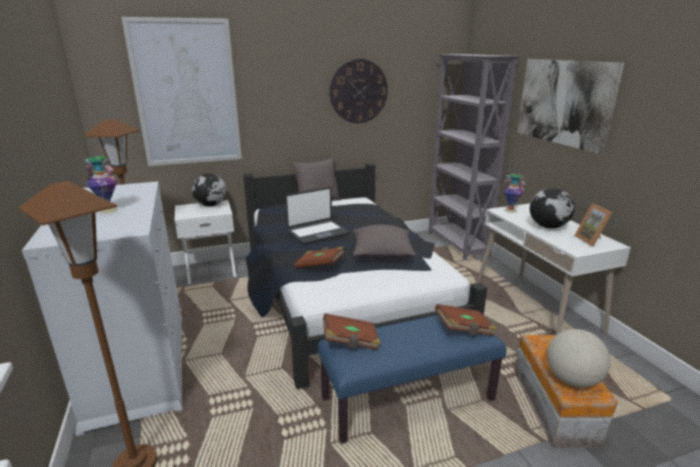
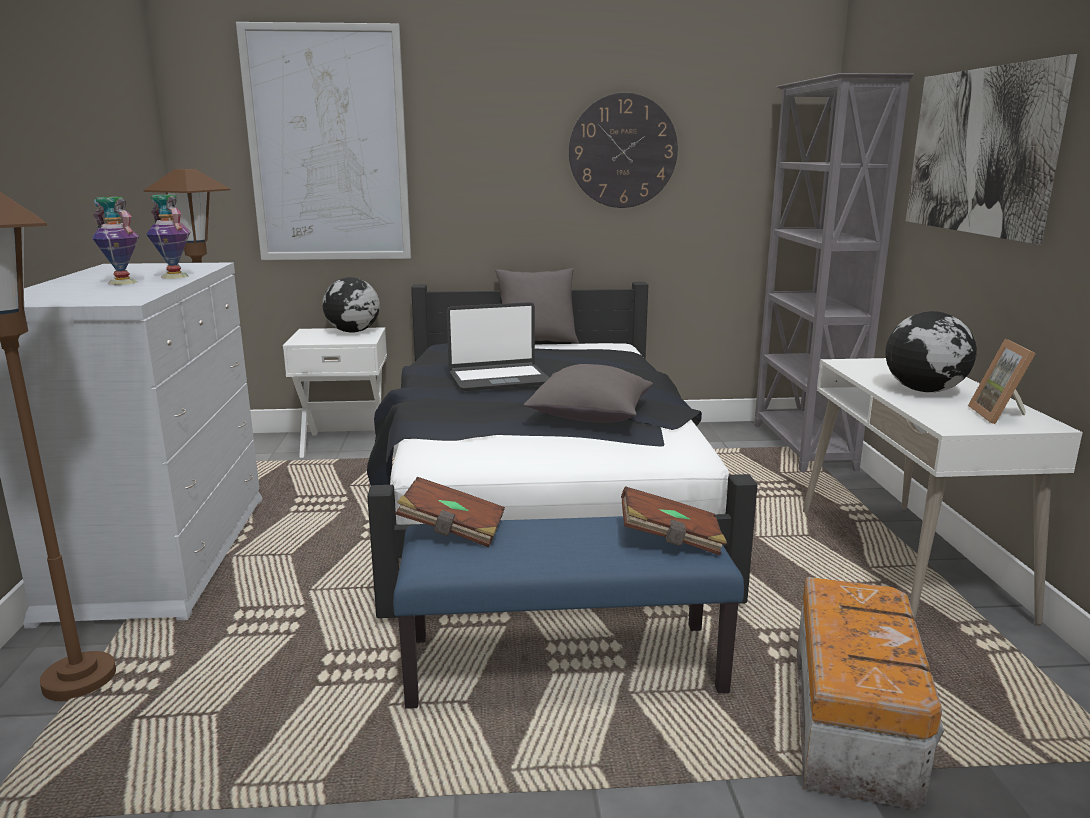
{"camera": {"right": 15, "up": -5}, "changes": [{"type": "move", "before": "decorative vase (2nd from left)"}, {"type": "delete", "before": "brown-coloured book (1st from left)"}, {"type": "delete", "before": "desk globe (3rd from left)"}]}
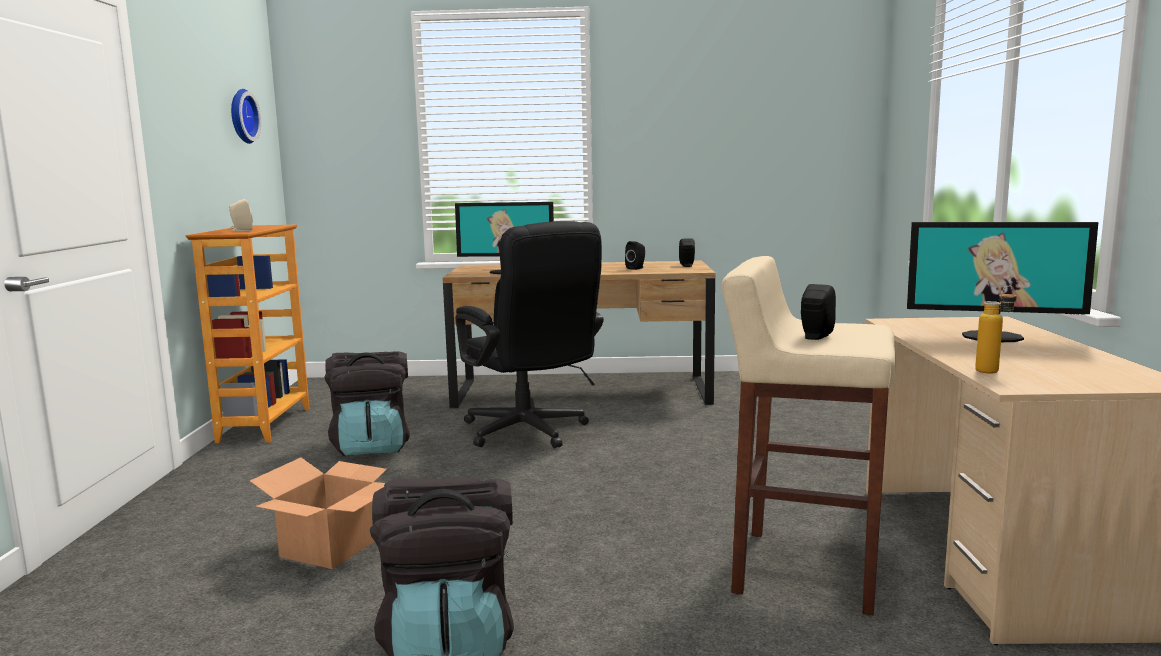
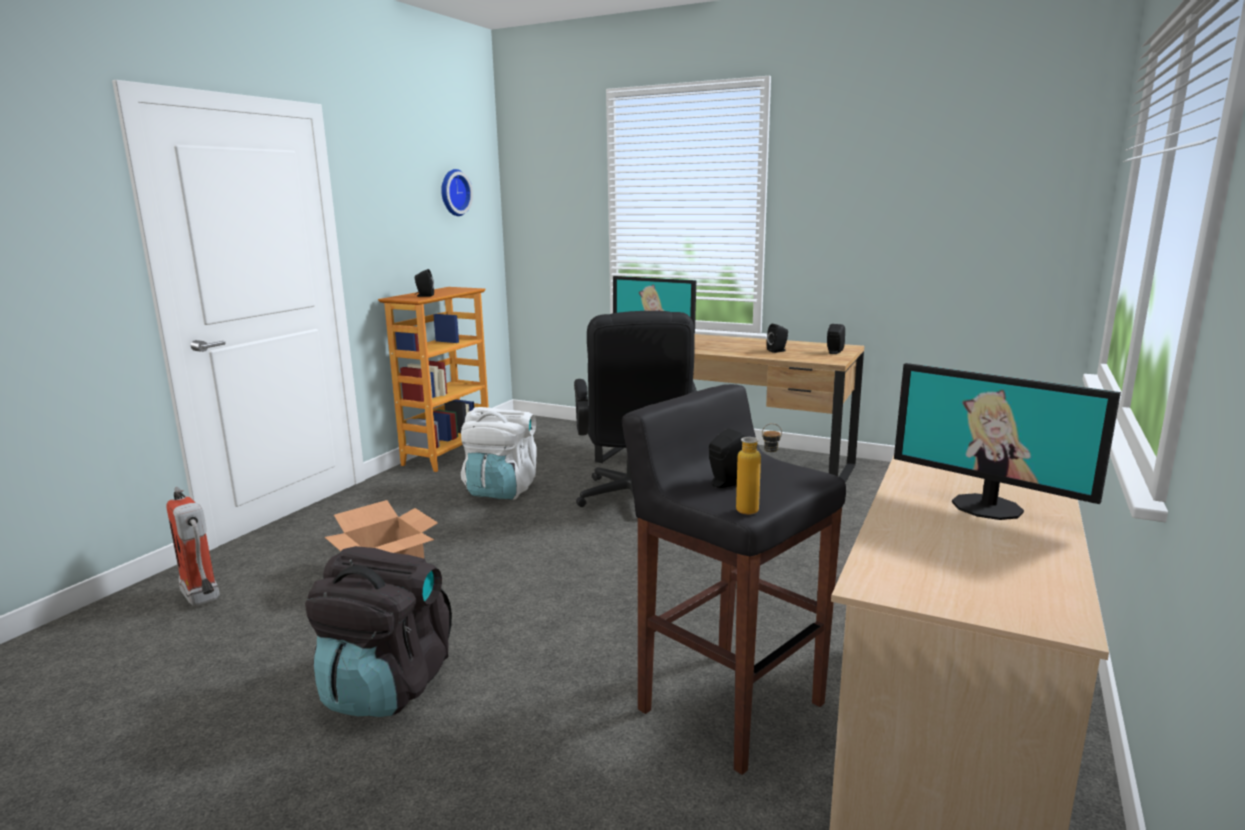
{"camera": {"right": 25, "up": 5}, "changes": [{"type": "insert", "after": "fire extinguisher"}, {"type": "recolor", "before": "sand-coloured speaker", "after": "black speaker (1st from left)"}, {"type": "recolor", "before": "black knapsack (1st from left)", "after": "white knapsack"}, {"type": "recolor", "before": "sand-coloured stool seat", "after": "black stool seat"}, {"type": "move", "before": "bottle"}]}
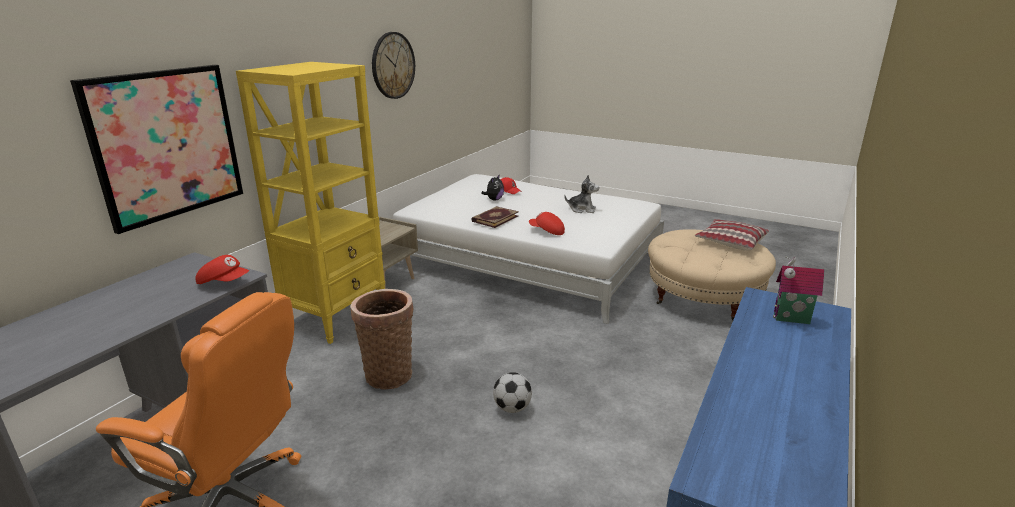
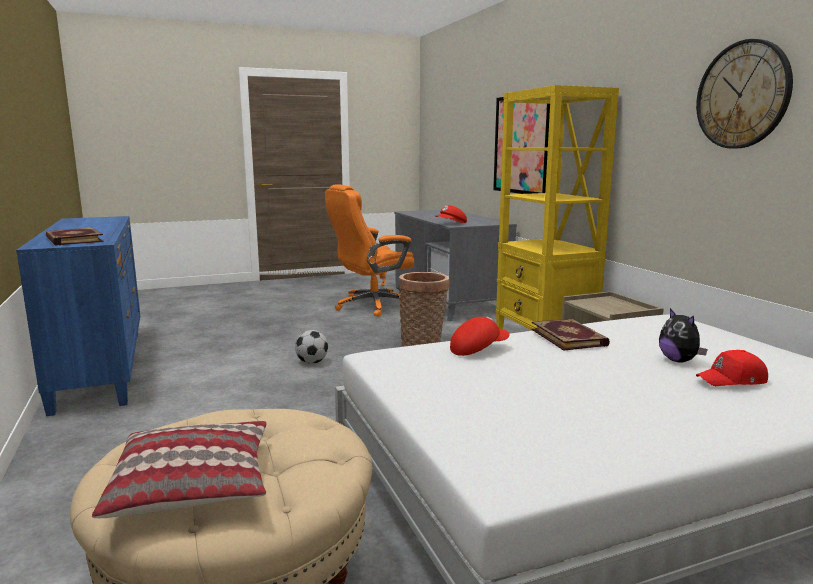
{"camera": {"right": 130, "up": -10}, "changes": [{"type": "replace", "before": "toy house", "after": "book (1st from left)"}, {"type": "delete", "before": "soft toy (2nd from left)"}]}
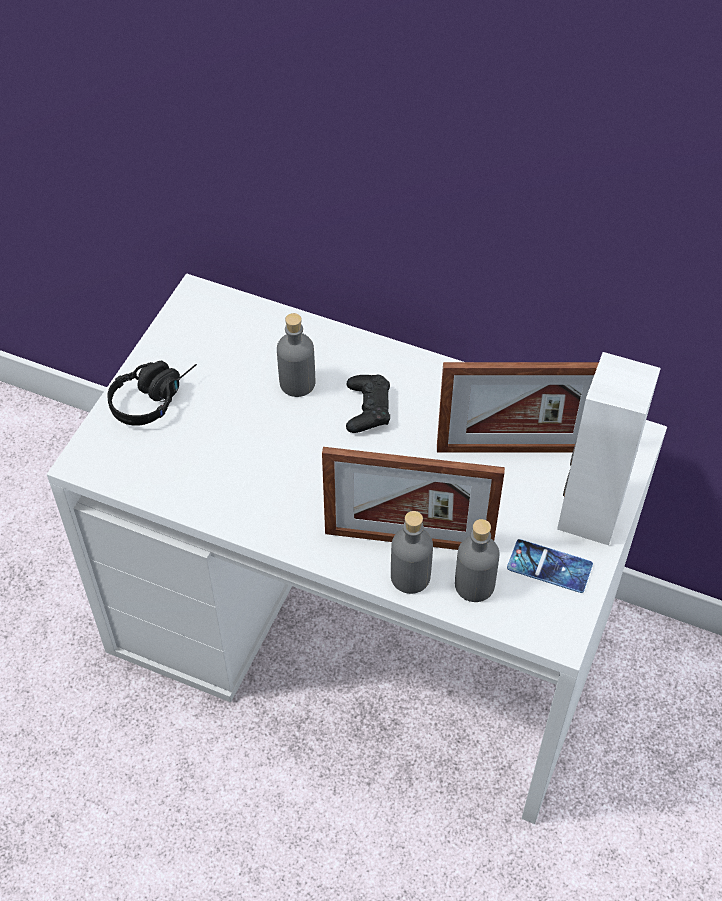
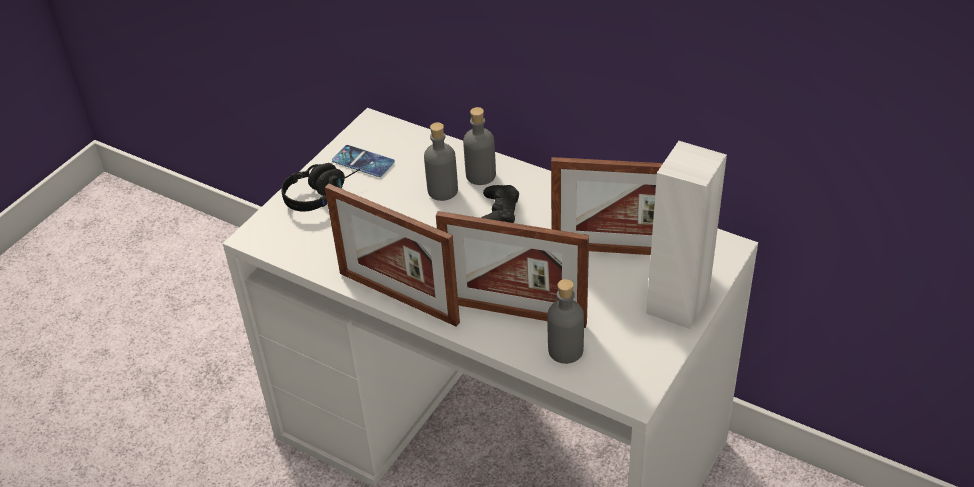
{"camera": {"right": 10, "up": -10}, "changes": [{"type": "insert", "after": "picture frame (1st from left)"}, {"type": "move", "before": "handset"}, {"type": "move", "before": "grey bottle (2nd from left)"}]}
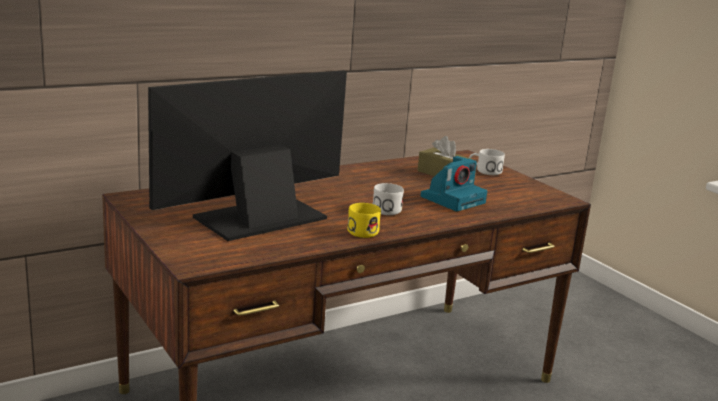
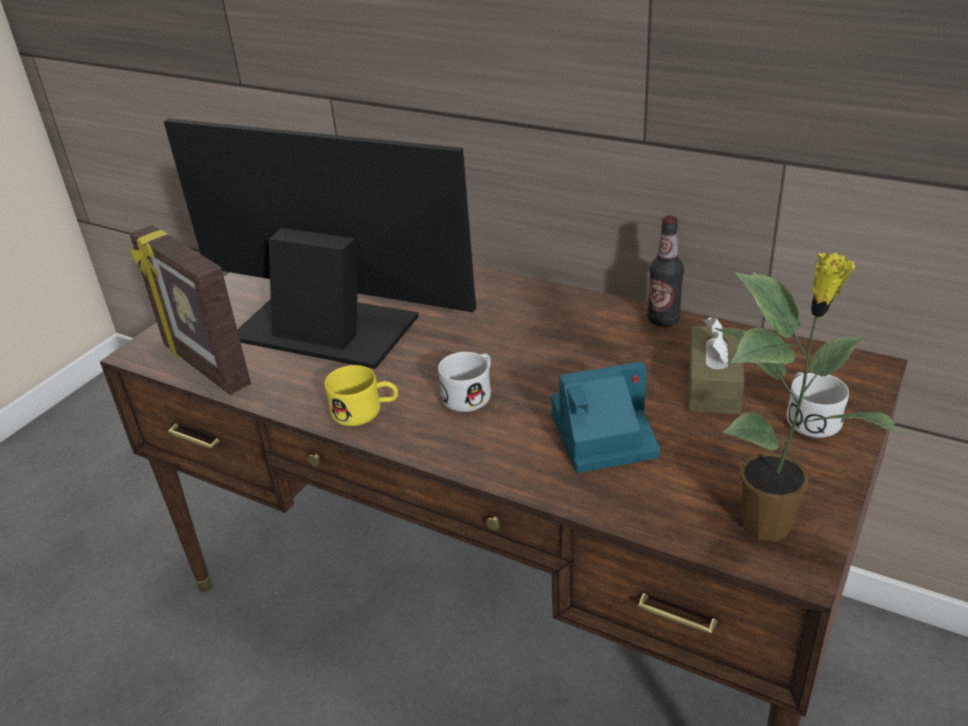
{"camera": {"right": 65, "up": 15}, "changes": [{"type": "insert", "after": "picture frame"}, {"type": "rotate", "before": "photo camera", "turn": 150}, {"type": "insert", "after": "bottle"}, {"type": "insert", "after": "plant in a pot"}]}
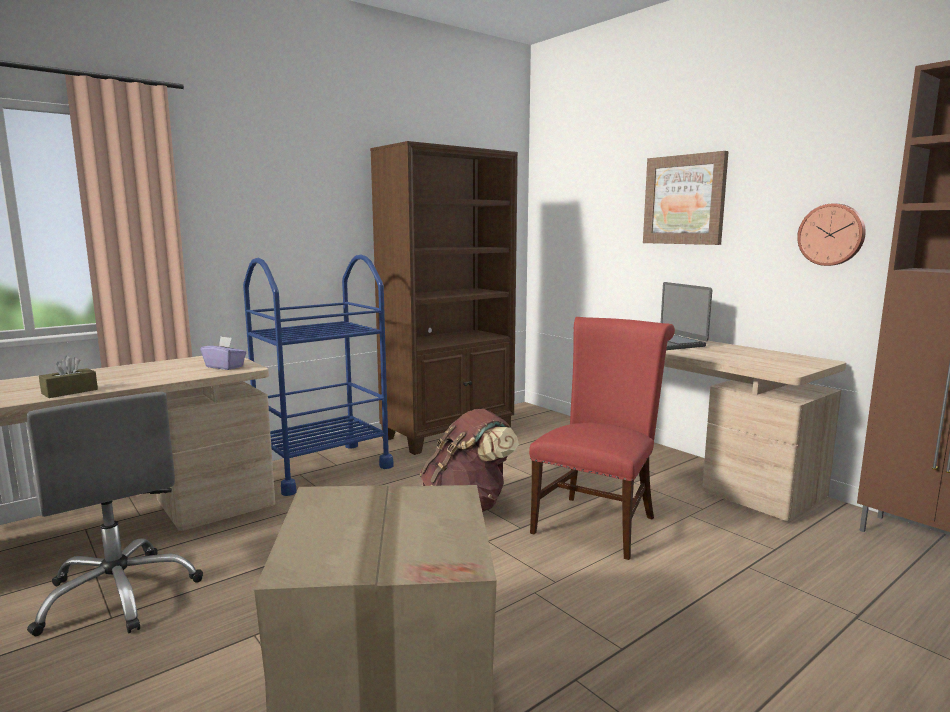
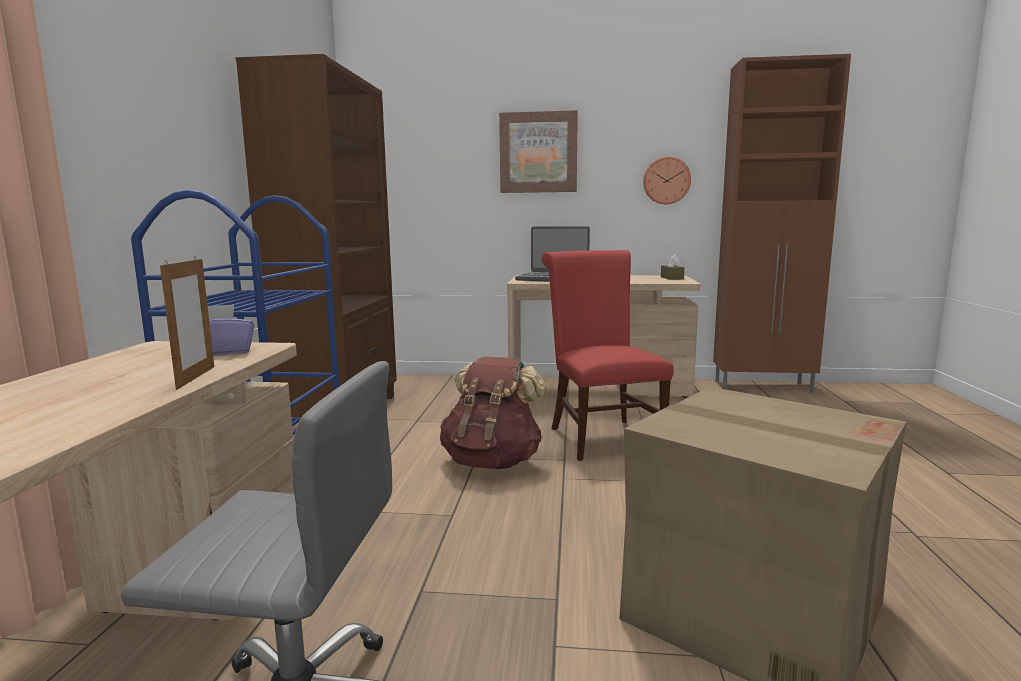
{"camera": {"right": -45, "up": 0}, "changes": [{"type": "insert", "after": "picture frame"}, {"type": "move", "before": "brown-coloured box of tissues"}]}
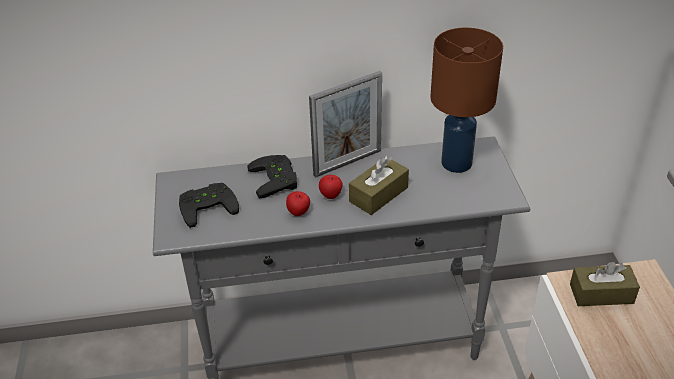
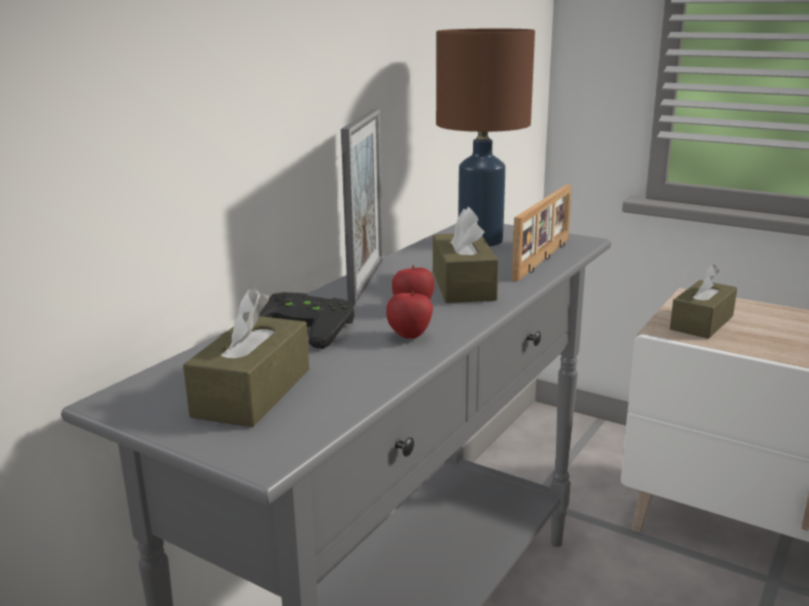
{"camera": {"right": -50, "up": -20}, "changes": [{"type": "replace", "before": "black joypad (1st from left)", "after": "brown-coloured box of tissues (1st from left)"}, {"type": "insert", "after": "picture frame (2nd from left)"}]}
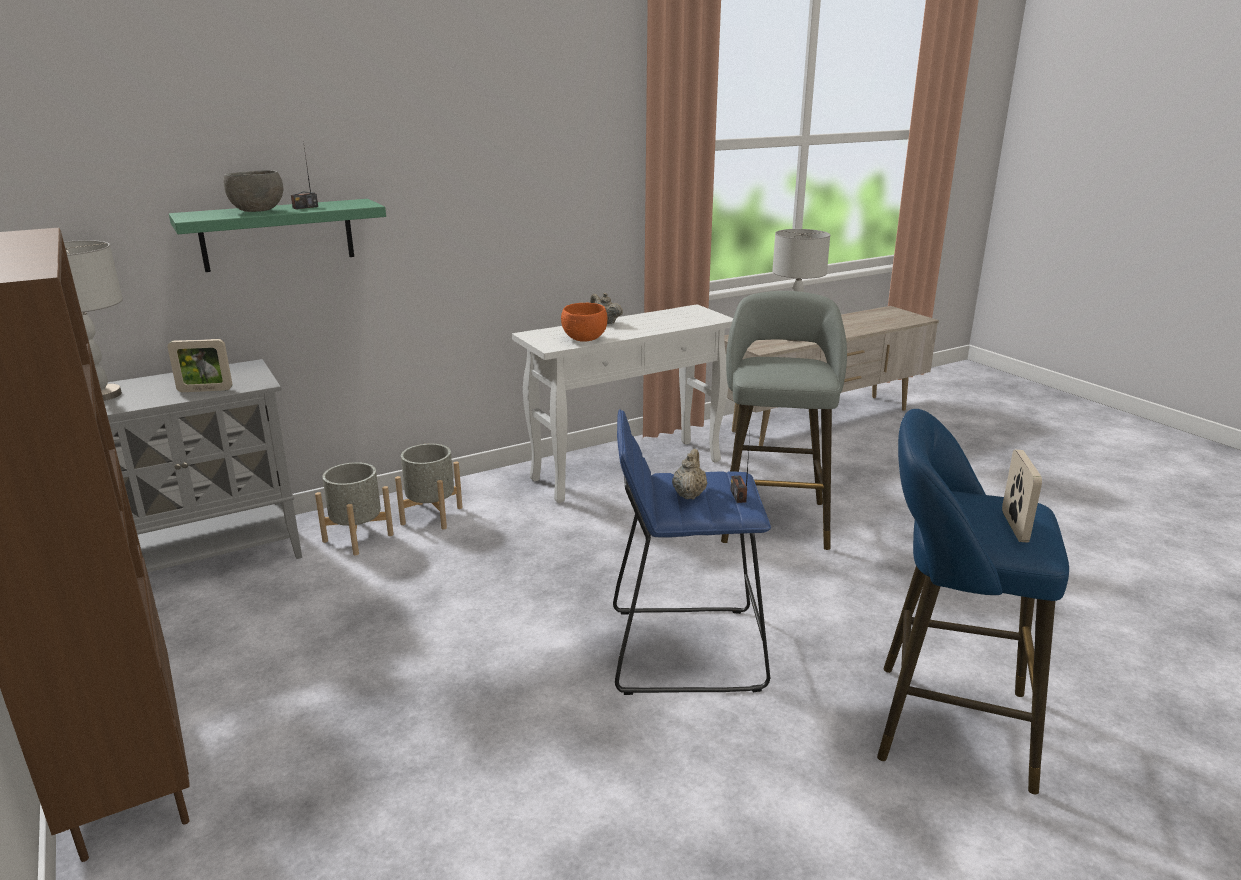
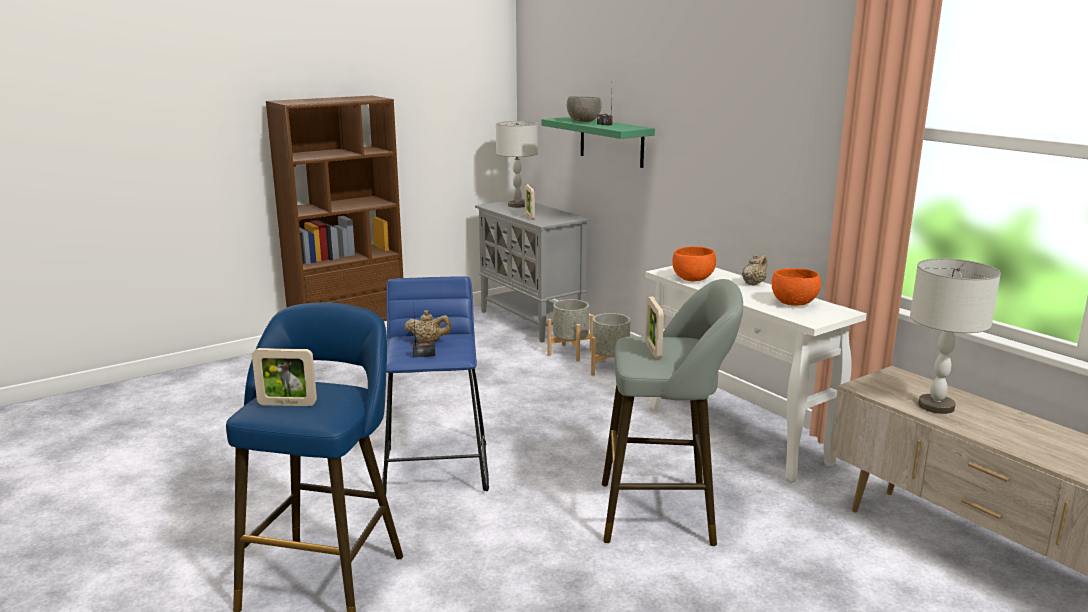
{"camera": {"right": 85, "up": -5}, "changes": [{"type": "insert", "after": "picture frame (3rd from left)"}, {"type": "insert", "after": "orange-coloured deep dish (2nd from left)"}]}
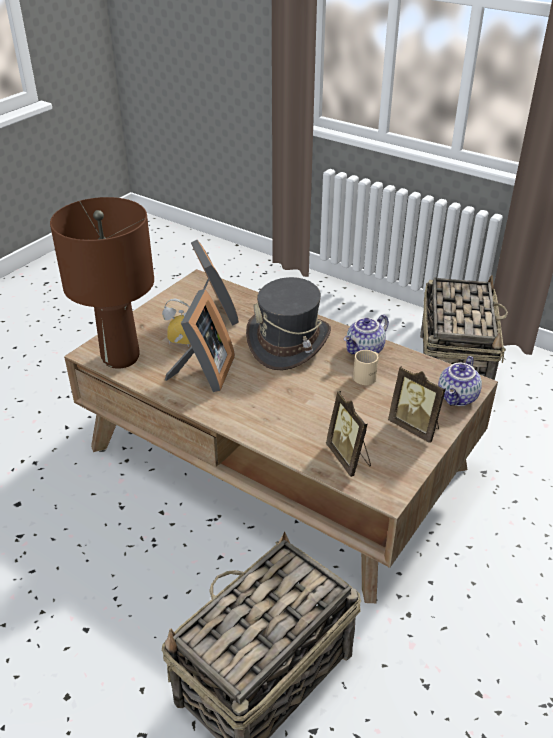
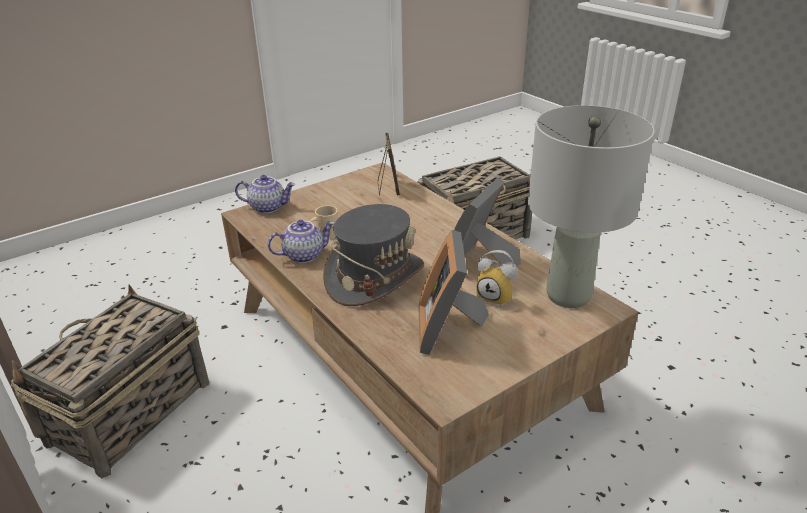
{"camera": {"right": -160, "up": -5}, "changes": [{"type": "rotate", "before": "tea pot (2nd from left in the first image)", "turn": 45}, {"type": "recolor", "before": "brown-coloured lamp for a table", "after": "grey lamp for a table"}, {"type": "delete", "before": "picture frame (4th from left)"}]}
